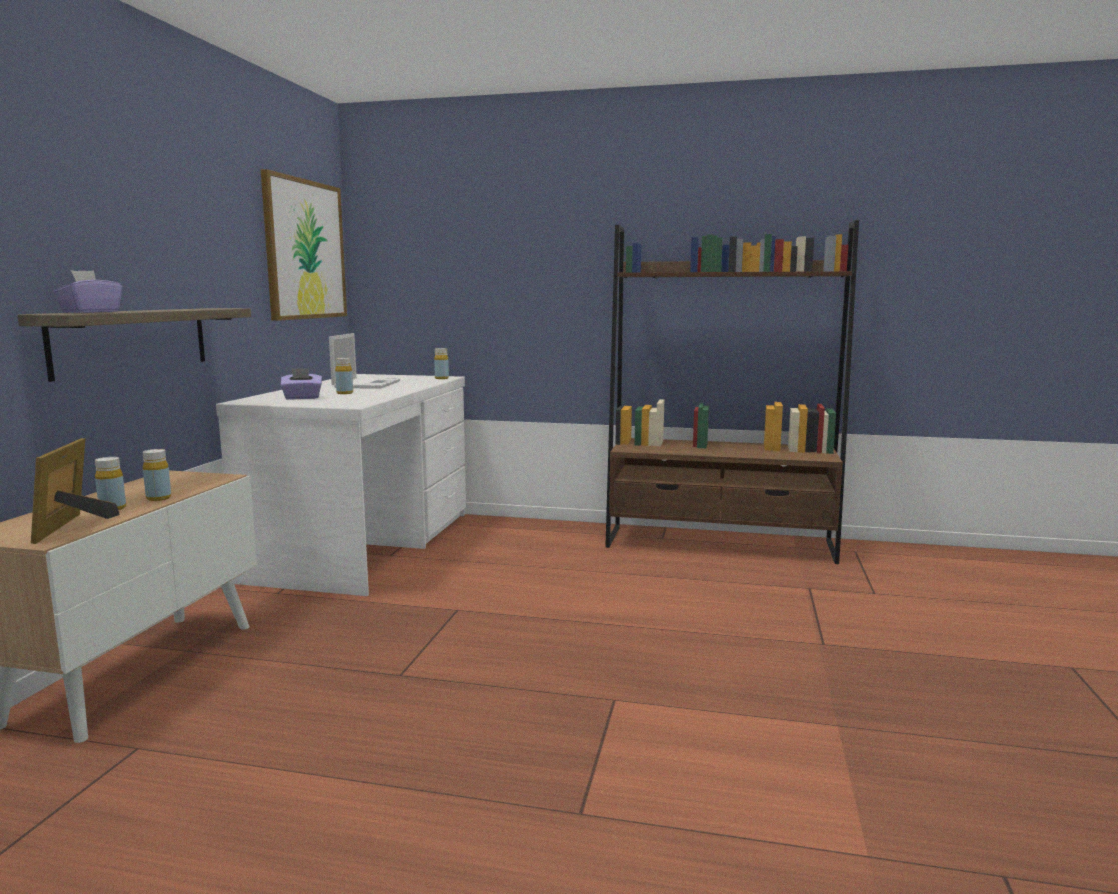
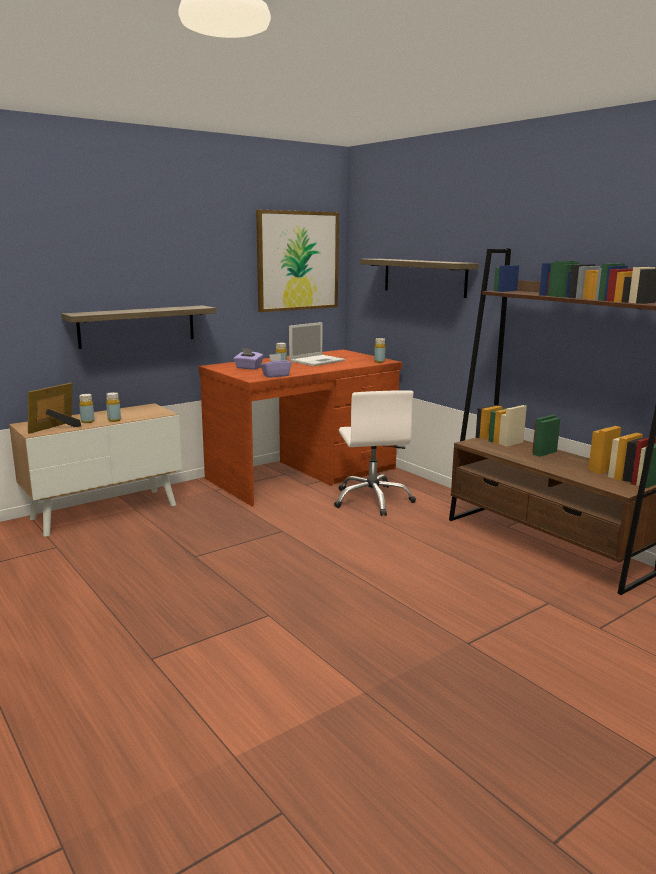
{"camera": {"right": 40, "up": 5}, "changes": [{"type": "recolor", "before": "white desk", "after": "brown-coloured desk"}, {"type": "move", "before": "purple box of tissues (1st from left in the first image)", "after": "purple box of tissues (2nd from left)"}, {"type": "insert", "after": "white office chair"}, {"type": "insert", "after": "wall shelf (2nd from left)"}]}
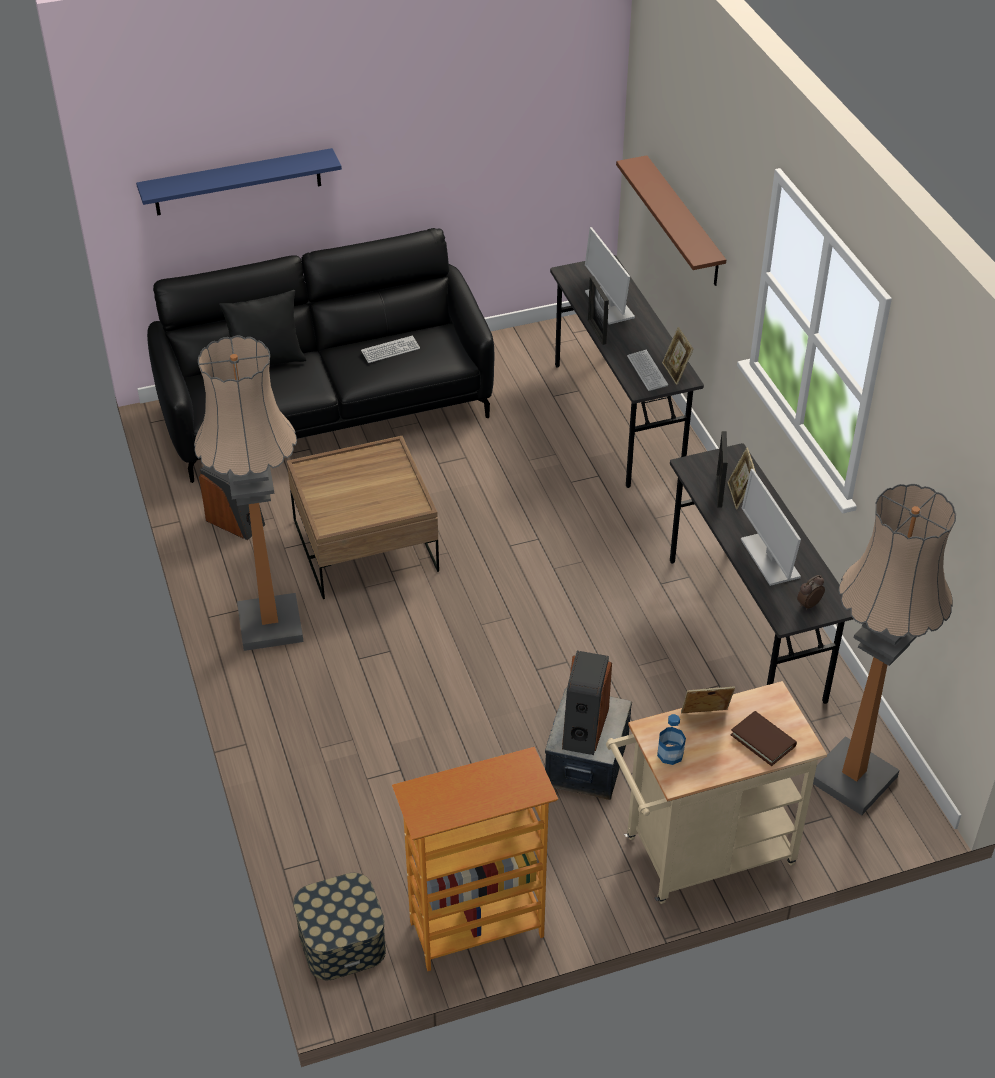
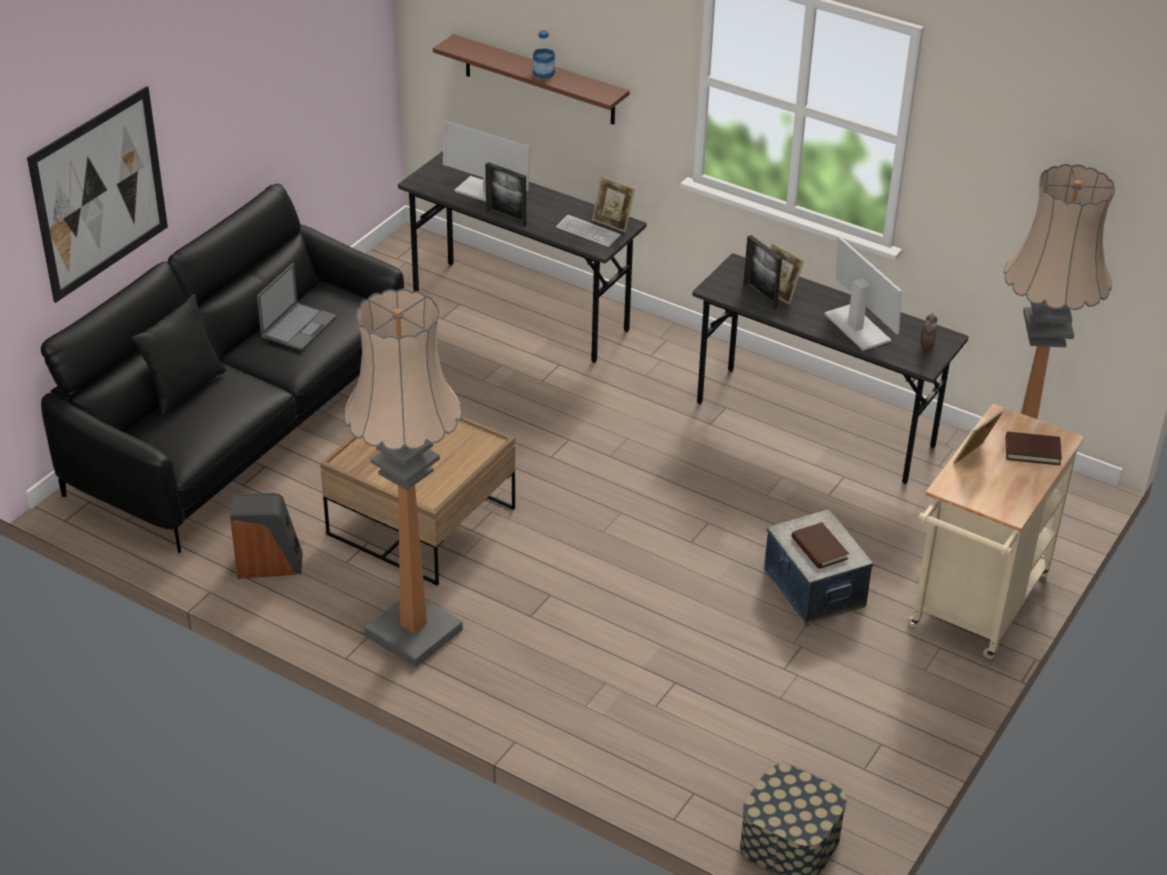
{"camera": {"right": -40, "up": -5}, "changes": [{"type": "replace", "before": "blue wall shelf", "after": "wall picture"}, {"type": "replace", "before": "PC keyboard (1st from left)", "after": "notebook computer"}, {"type": "move", "before": "bottle"}, {"type": "replace", "before": "speaker (2nd from left)", "after": "brown-coloured book (1st from left)"}, {"type": "rotate", "before": "computer screen (2nd from left)", "turn": -150}, {"type": "delete", "before": "bookcase"}]}
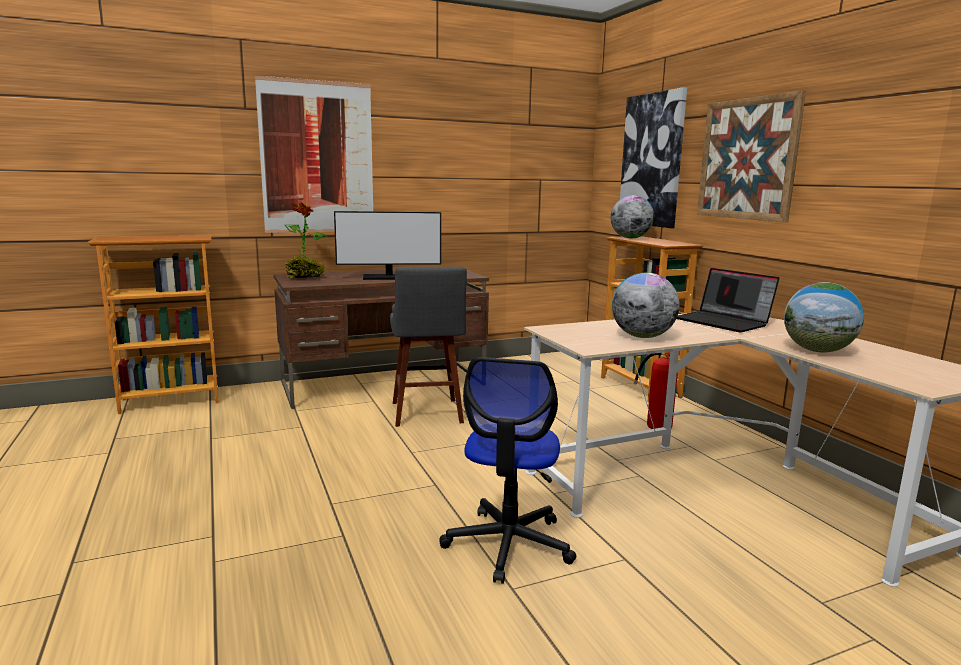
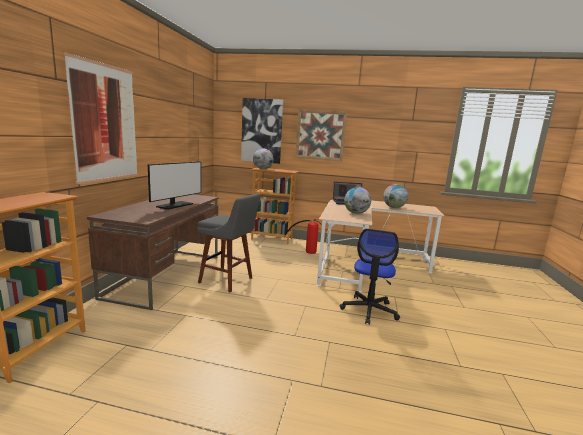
{"camera": {"right": -55, "up": 0}, "changes": [{"type": "rotate", "before": "office chair", "turn": 60}, {"type": "delete", "before": "plant in a pot"}]}
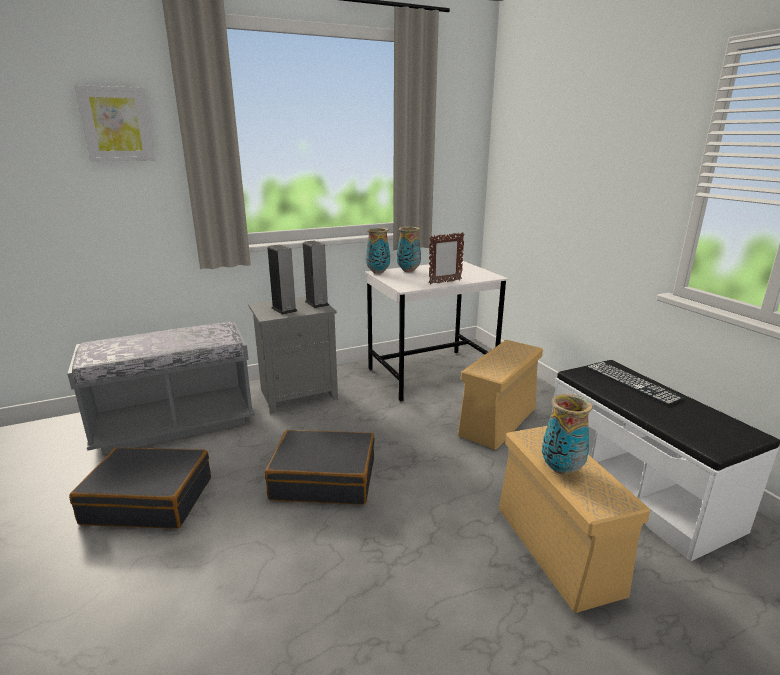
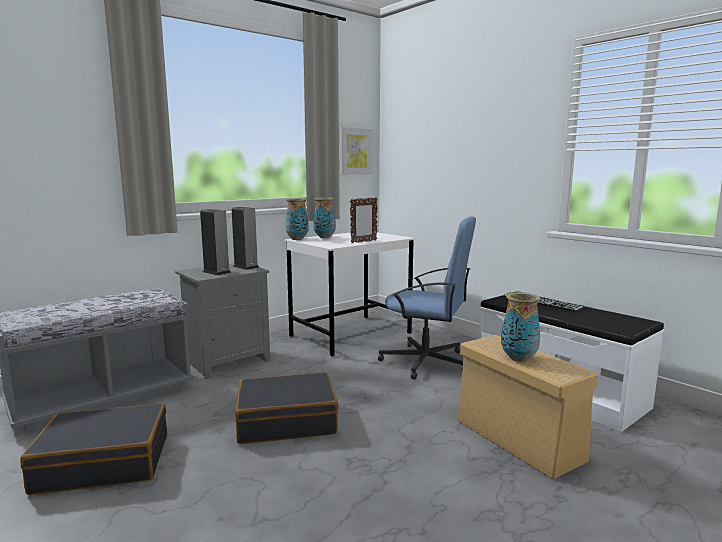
{"camera": {"right": -15, "up": -10}, "changes": [{"type": "move", "before": "wall picture"}, {"type": "replace", "before": "sand-coloured storage box (1st from left)", "after": "blue office chair"}]}
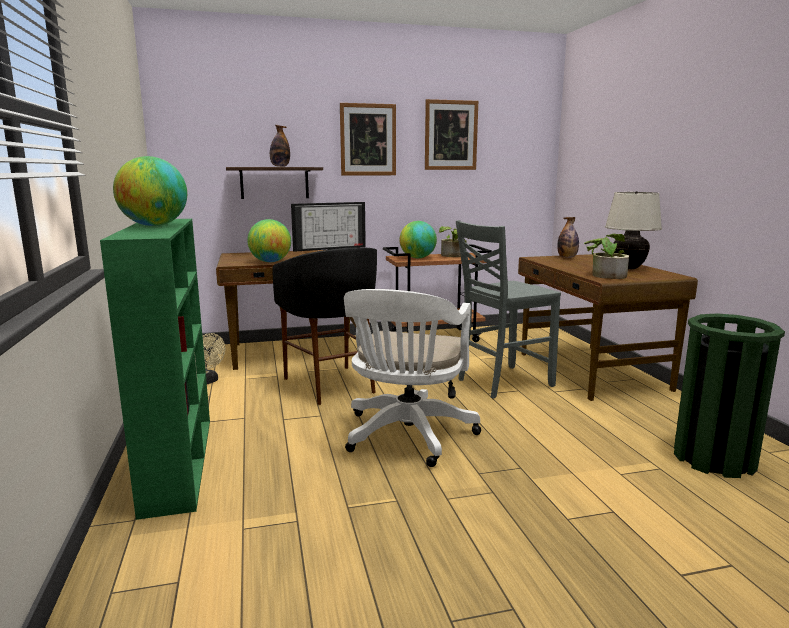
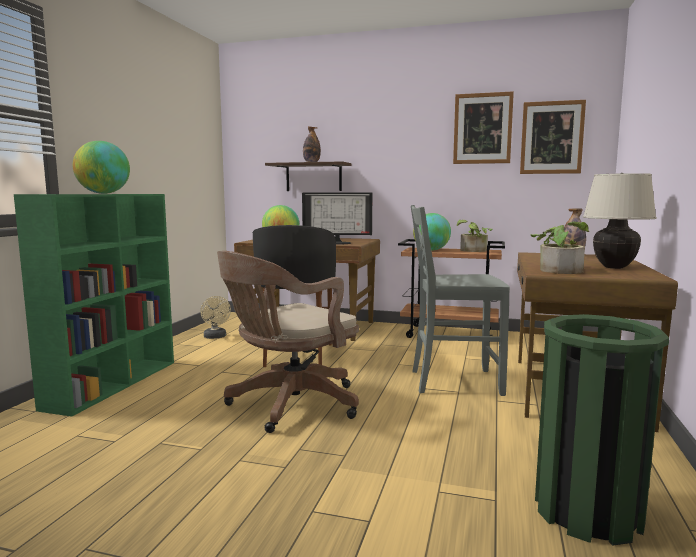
{"camera": {"right": 30, "up": -5}, "changes": [{"type": "recolor", "before": "white office chair", "after": "brown-coloured office chair"}, {"type": "move", "before": "wall picture (1st from left in the first image)", "after": "wall picture (2nd from left)"}]}
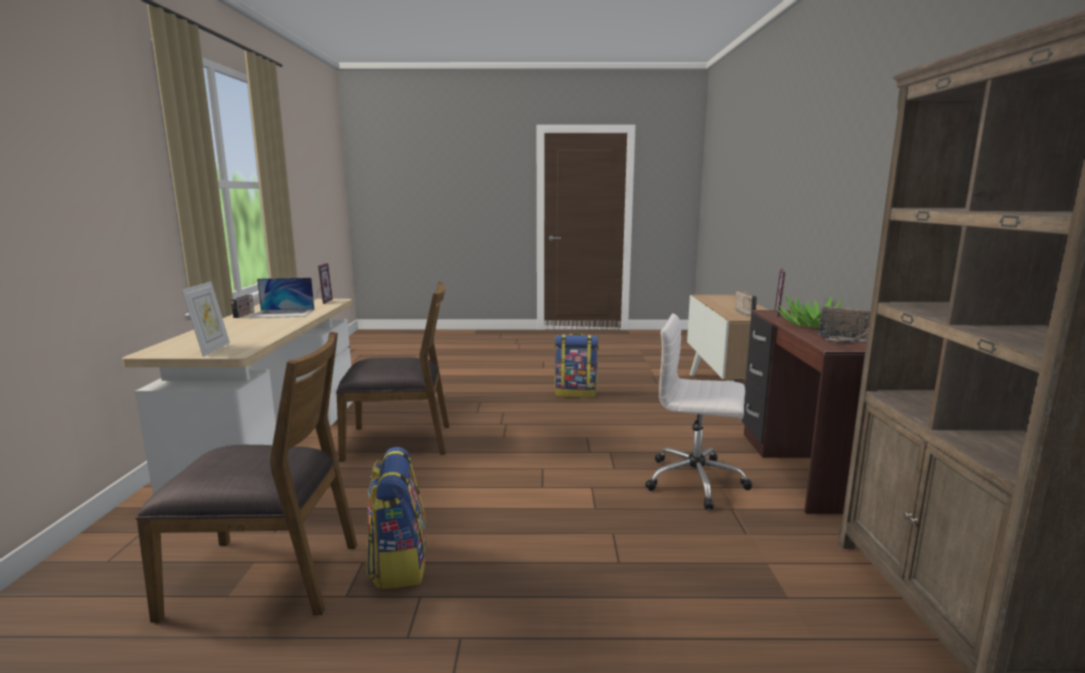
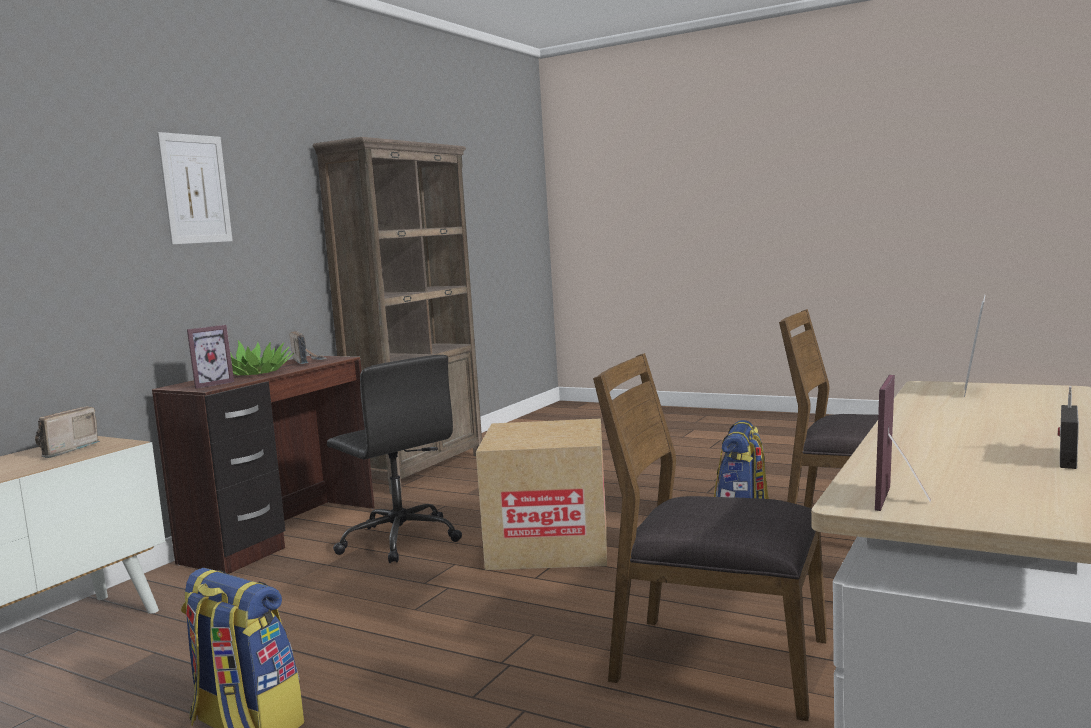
{"camera": {"right": -150, "up": -5}, "changes": [{"type": "insert", "after": "wall picture"}, {"type": "recolor", "before": "white office chair", "after": "black office chair"}, {"type": "insert", "after": "packing box"}, {"type": "delete", "before": "notebook computer"}]}
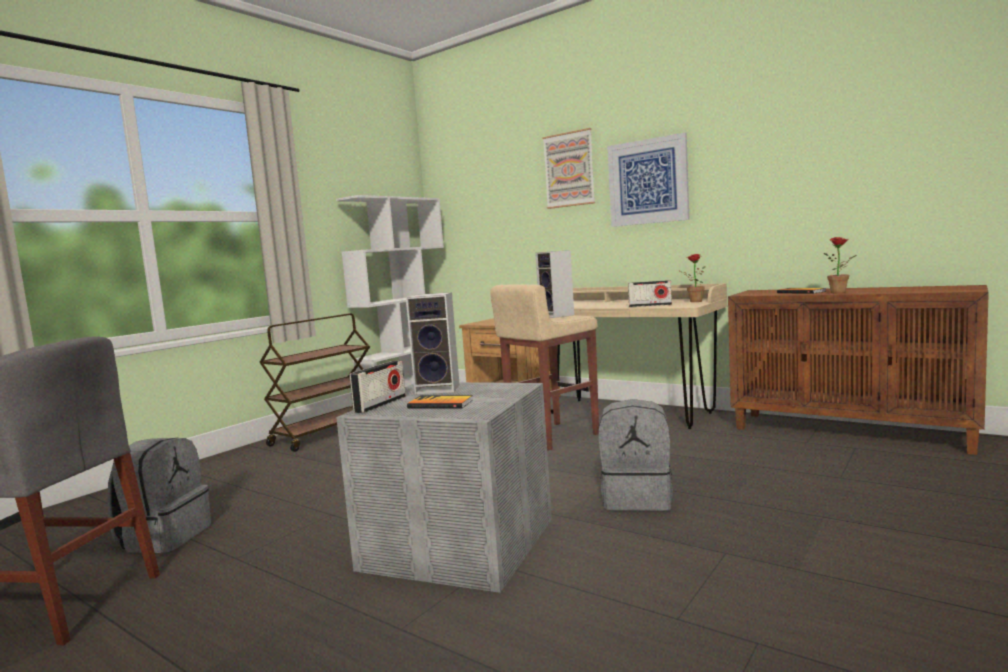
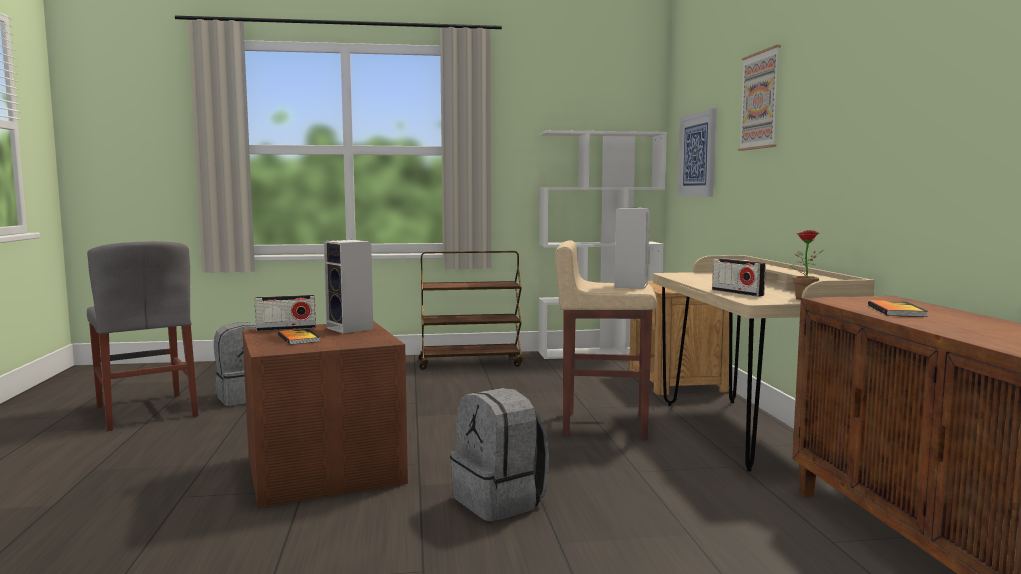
{"camera": {"right": 45, "up": 0}, "changes": [{"type": "recolor", "before": "grey storage box", "after": "brown-coloured storage box"}, {"type": "move", "before": "wall picture (2nd from left in the first image)", "after": "wall picture (1st from left)"}, {"type": "delete", "before": "plant in a pot (2nd from left)"}]}
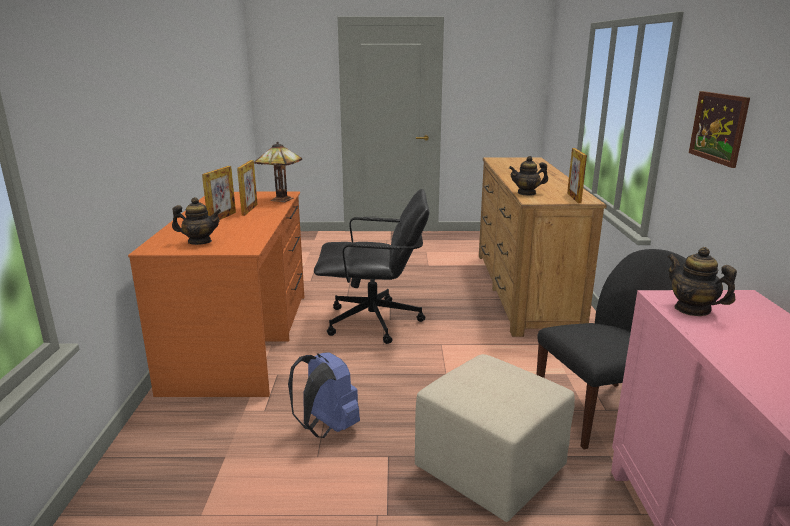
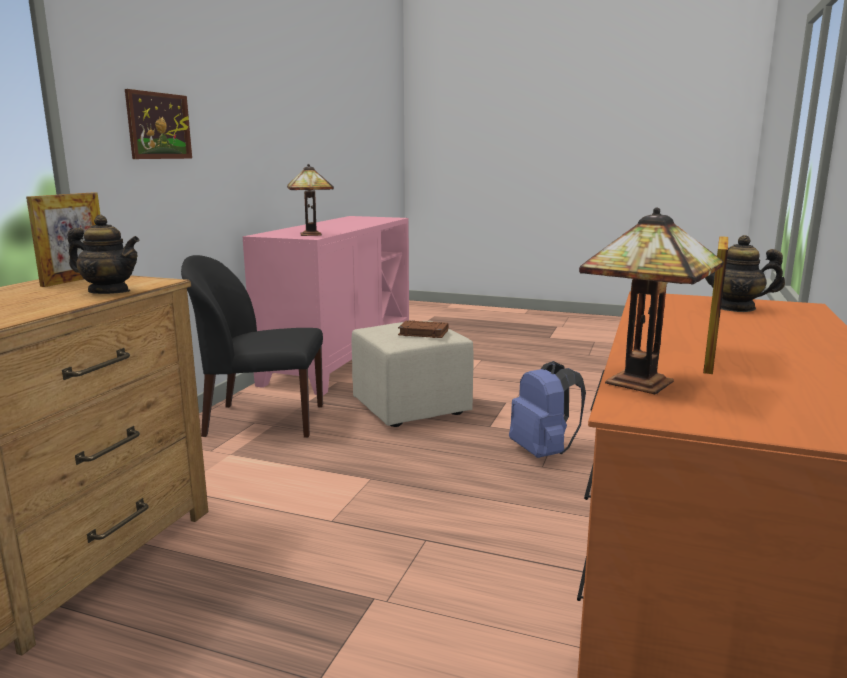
{"camera": {"right": -160, "up": -5}, "changes": [{"type": "replace", "before": "tea pot (3rd from left)", "after": "lamp for a table (1st from left)"}, {"type": "insert", "after": "brown-coloured book"}, {"type": "delete", "before": "picture frame (1st from left)"}, {"type": "delete", "before": "black office chair"}]}
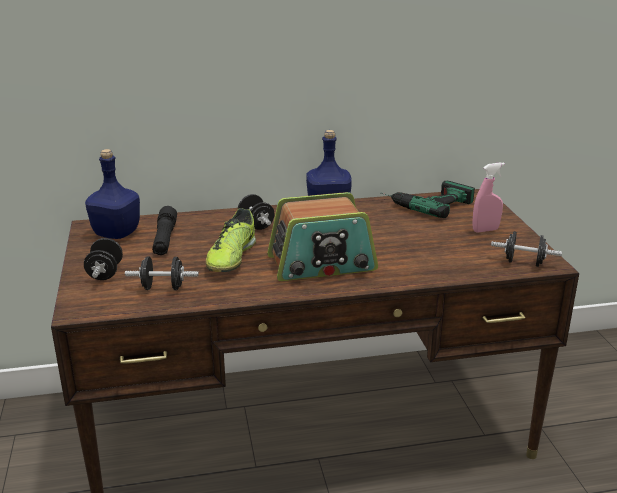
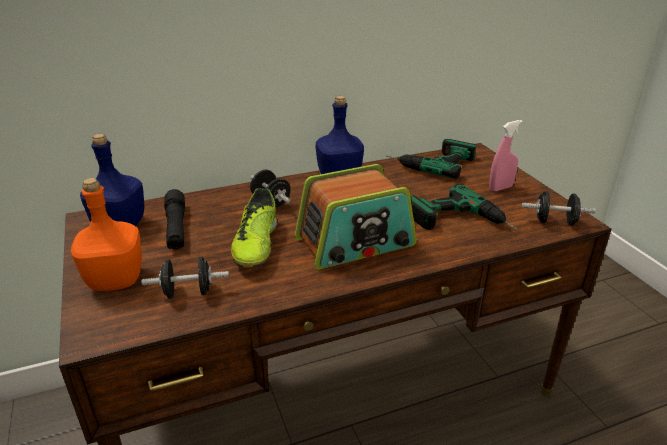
{"camera": {"right": -10, "up": 5}, "changes": [{"type": "replace", "before": "black free weight (1st from left)", "after": "orange-coloured bottle"}, {"type": "insert", "after": "drill (2nd from left)"}]}
